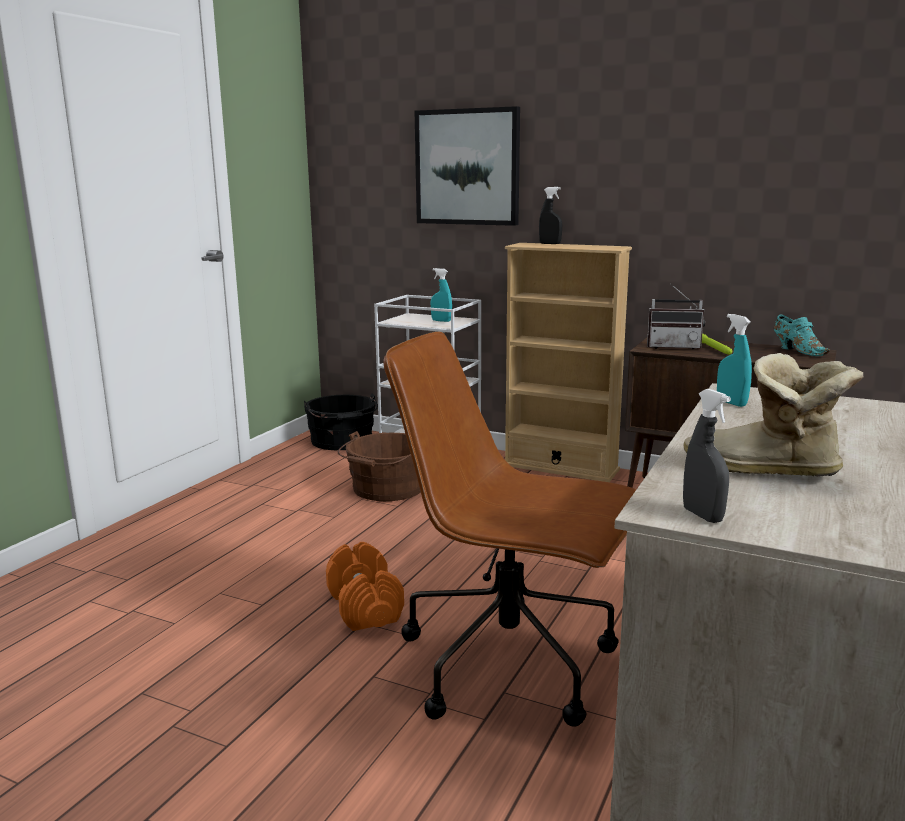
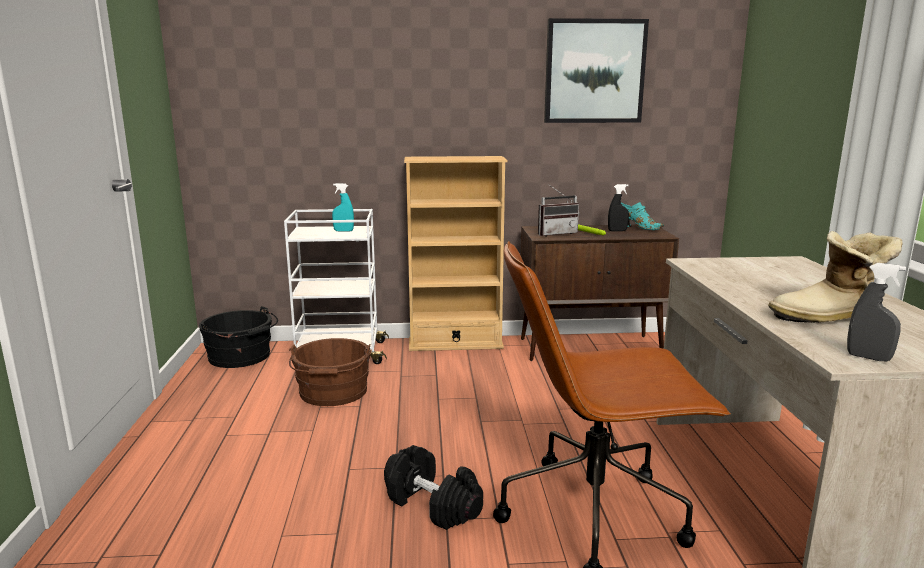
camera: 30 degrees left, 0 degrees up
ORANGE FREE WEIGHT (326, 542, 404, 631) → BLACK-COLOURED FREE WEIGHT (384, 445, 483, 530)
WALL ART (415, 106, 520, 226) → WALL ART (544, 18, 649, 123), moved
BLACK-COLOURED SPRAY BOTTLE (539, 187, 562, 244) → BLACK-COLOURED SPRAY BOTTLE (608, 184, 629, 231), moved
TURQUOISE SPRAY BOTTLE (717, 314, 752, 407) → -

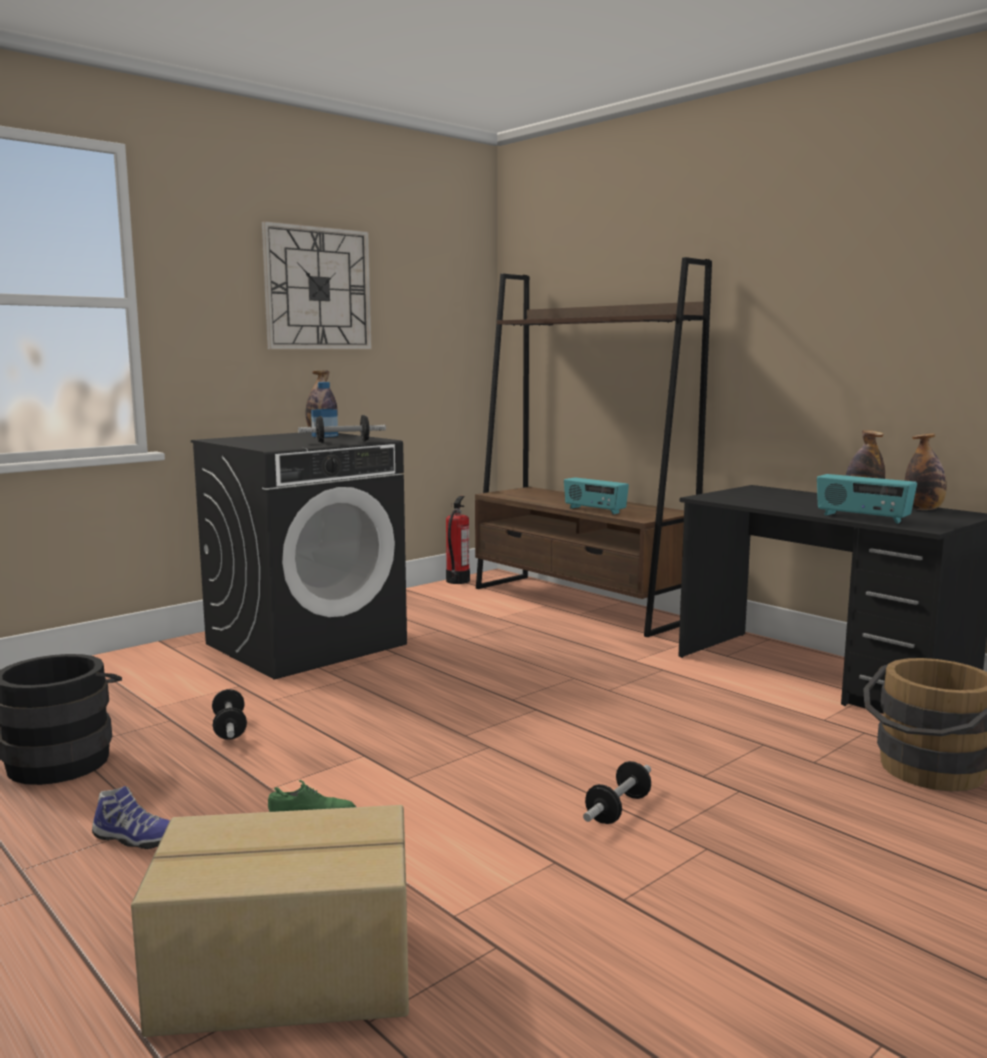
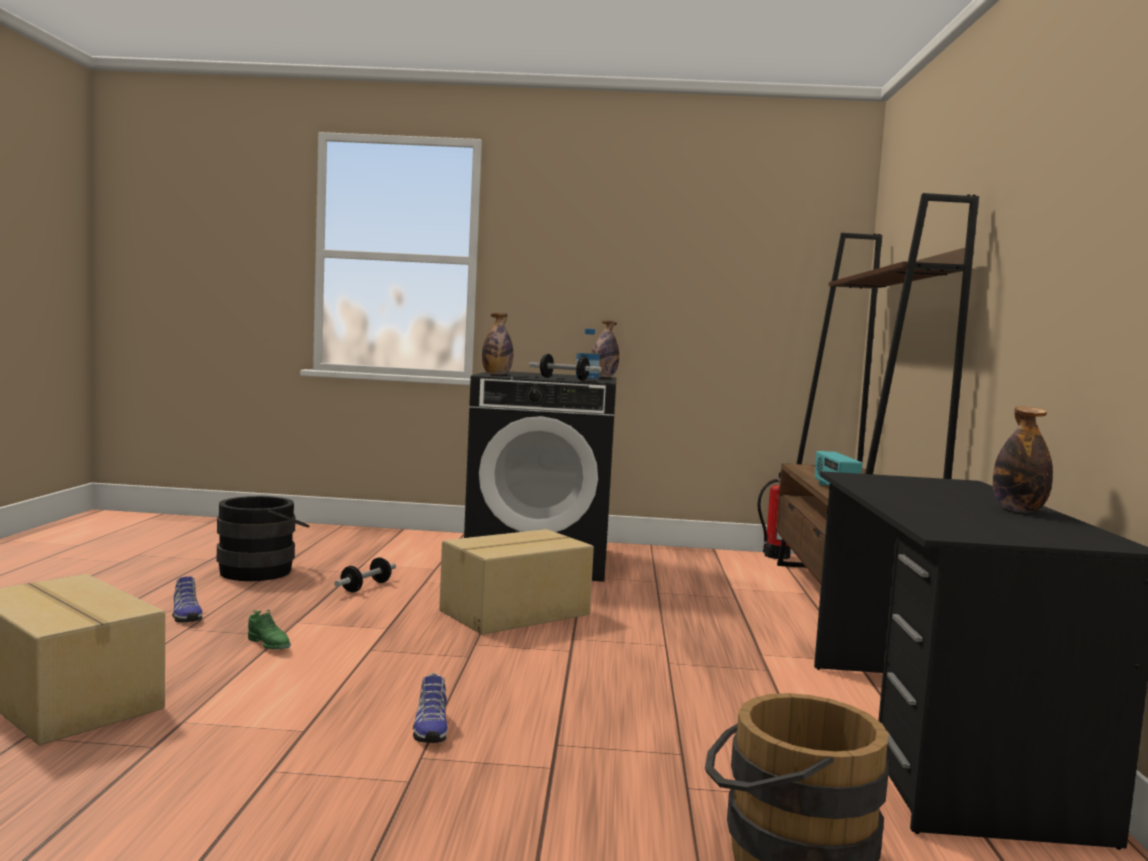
camera: 45 degrees right, 5 degrees down
HANGING CLOCK (262, 221, 371, 349) → -
FREE WEIGHT (583, 761, 651, 824) → ITEM OF FOOTWEAR (413, 673, 448, 743)
RADIO SET (817, 474, 917, 524) → -
BEVERAGE BOTTLE (905, 433, 946, 510) → BEVERAGE BOTTLE (482, 313, 513, 375), moved
- → CARTON (439, 529, 594, 635)

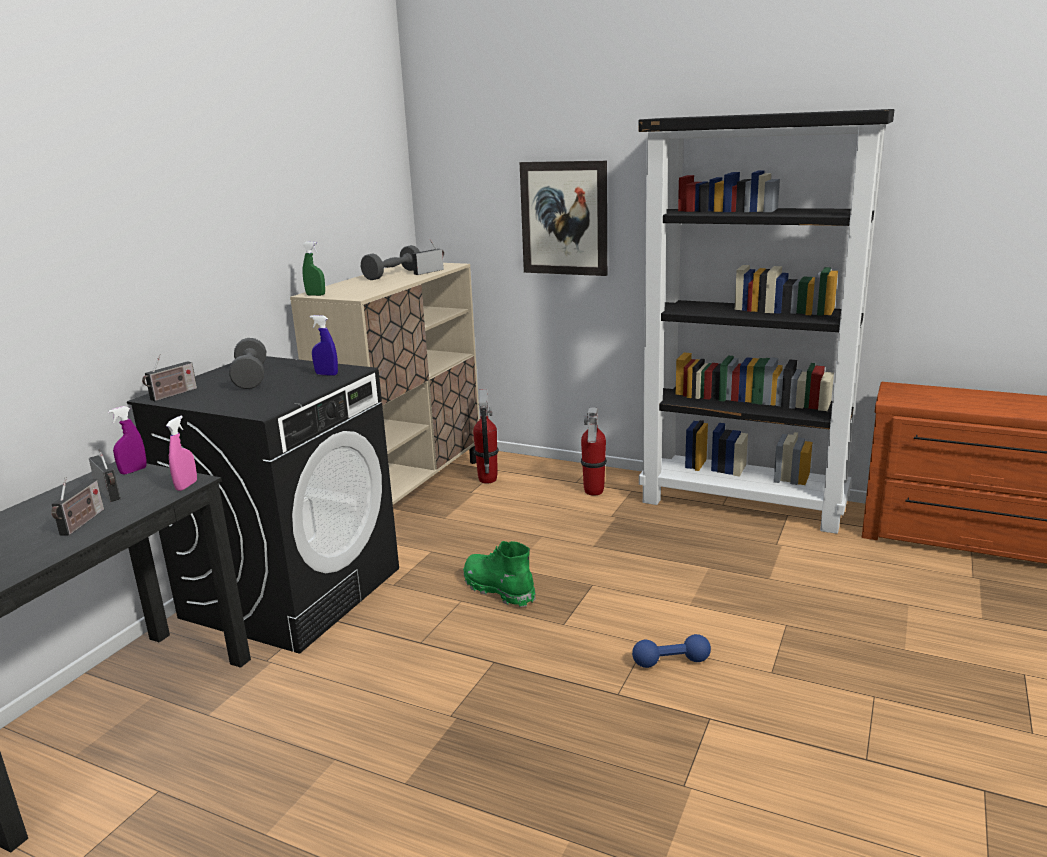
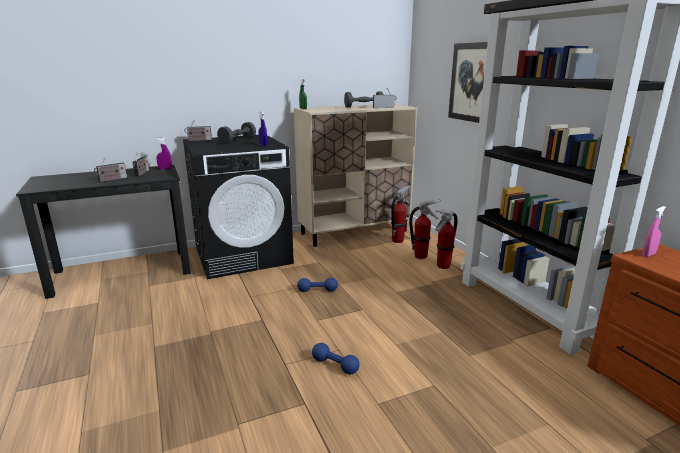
camera: 40 degrees right, 0 degrees up
PINK SPRAY BOTTLE (166, 416, 197, 491) → PINK SPRAY BOTTLE (642, 206, 666, 257), moved
GREEN-COLOURED HIGH-TOP BOOT (463, 541, 536, 607) → BLUE-COLOURED FREE WEIGHT (297, 278, 338, 292)
- → EXTINGUISHER (409, 199, 441, 259)

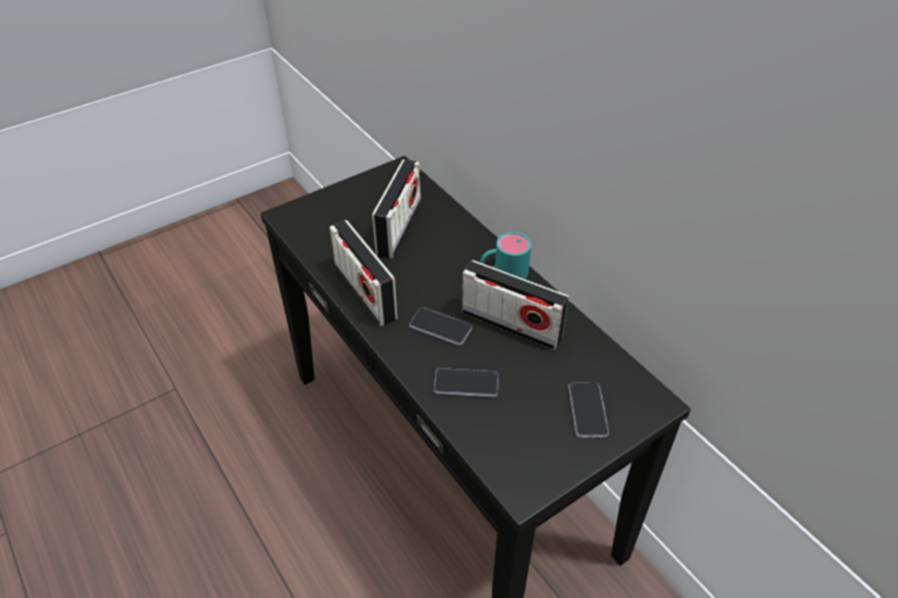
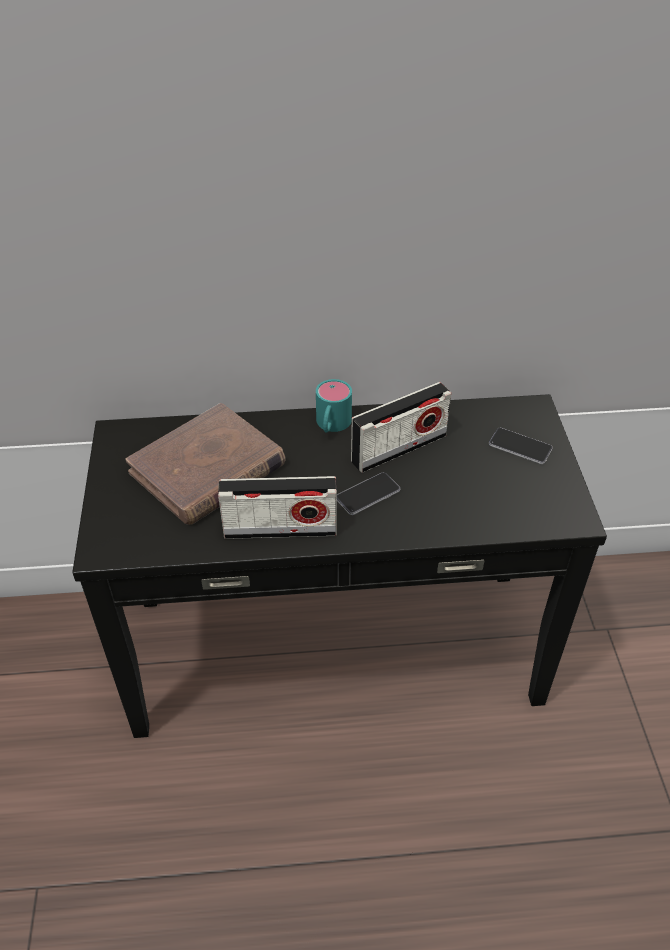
camera: 60 degrees left, 0 degrees up
RADIO SET (371, 159, 421, 258) → BROWN VOLUME (125, 403, 286, 525)
PHONE (434, 368, 499, 397) → -

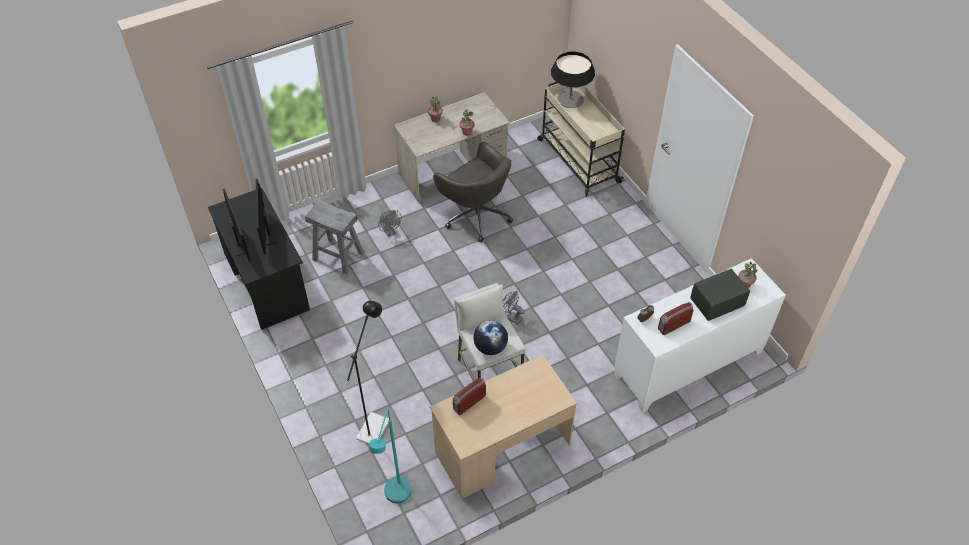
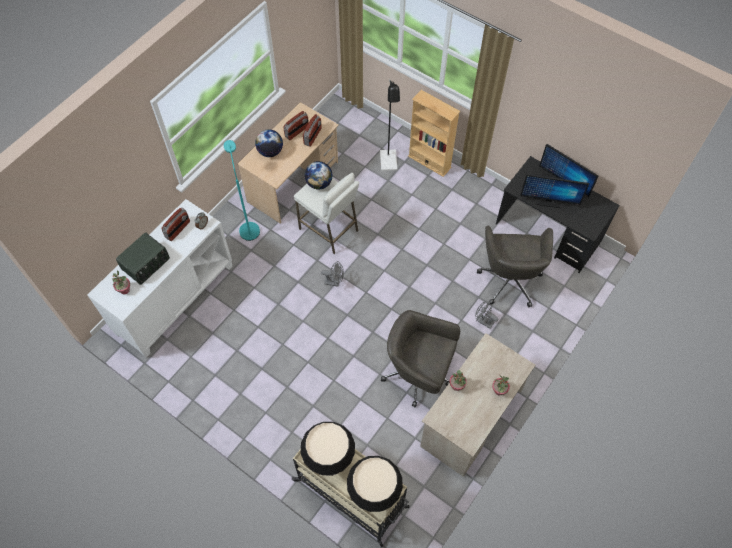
camera: 155 degrees right, 10 degrees up
COMPUTER SCREEN (255, 179, 277, 255) → COMPUTER SCREEN (520, 174, 589, 208), 135 degrees clockwise
GREY SITTING STOOL (305, 199, 364, 275) → GREY DESK CHAIR (477, 226, 553, 307)
TURQUOISE FLOOR LAMP (369, 409, 411, 503) → TURQUOISE FLOOR LAMP (224, 140, 260, 241), moved
- → GLOBE (255, 129, 283, 157)
- → RADIO SET (283, 111, 309, 140)
- → LAMP FOR A TABLE (301, 422, 355, 476)
- → SAND-COLOURED BOOKSHELF (408, 90, 460, 177)

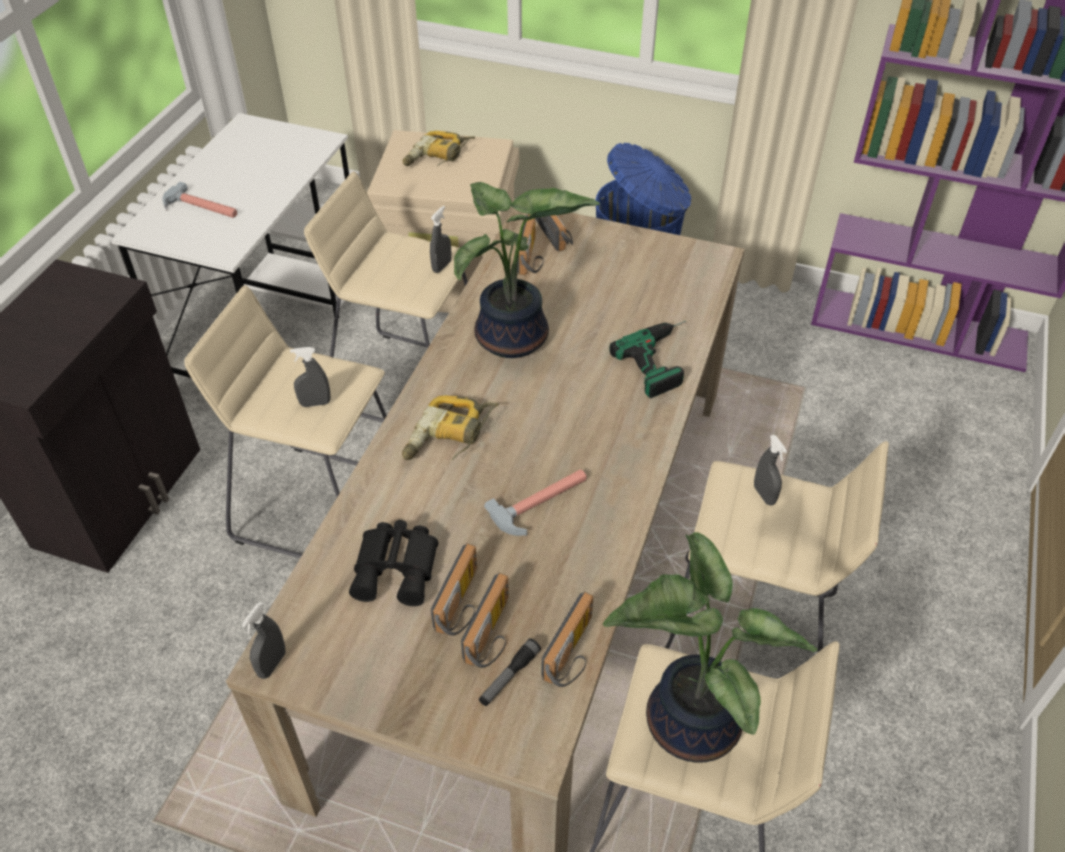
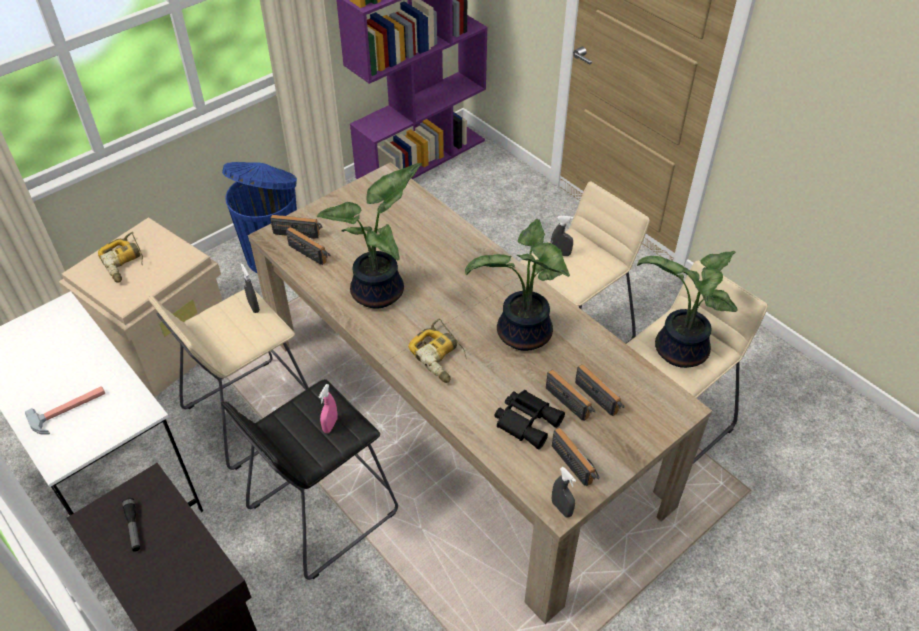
camera: 60 degrees left, 0 degrees up
SAND-COLOURED SITTING STOOL (184, 285, 387, 558) → BLACK-COLOURED SITTING STOOL (221, 379, 398, 580)
GREY SPRAY BOTTLE (290, 347, 330, 407) → PINK SPRAY BOTTLE (319, 384, 338, 433)
FLASHLIGHT (479, 638, 541, 706) → FLASHLIGHT (122, 498, 140, 552), moved
TOOL HAMMER (484, 469, 587, 536) → HOUSEPLANT (465, 219, 570, 351)
RADIO SET (541, 592, 593, 687) → RADIO SET (552, 428, 599, 486), moved
POWER DRILL (610, 321, 686, 398) → -

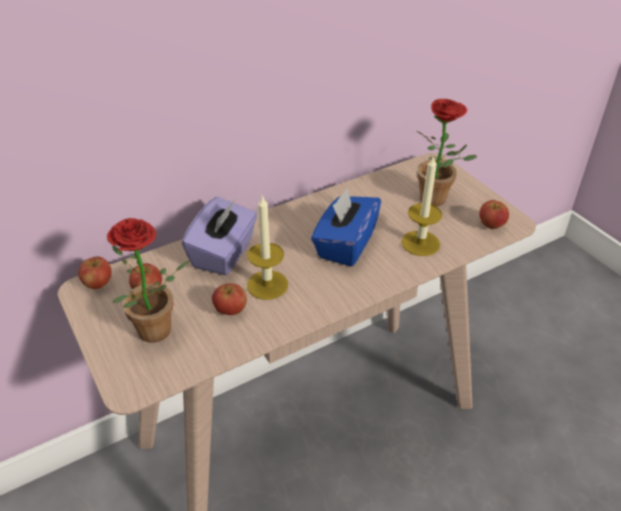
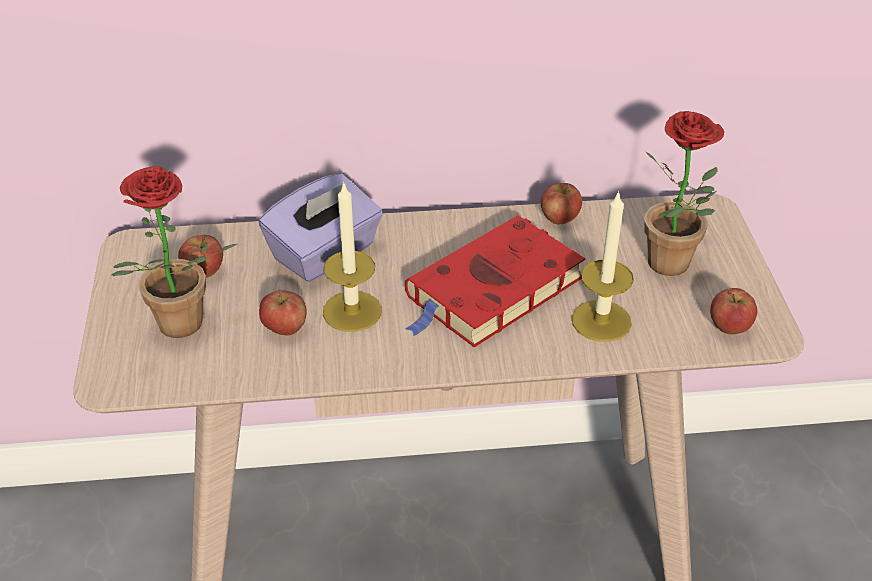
camera: 25 degrees right, 0 degrees up
WHOLE APPLE (78, 257, 112, 289) → WHOLE APPLE (541, 183, 582, 224), moved
BLUE-COLOURED TISSUE HOLDER (311, 188, 381, 267) → REDDISH VOLUME (405, 215, 585, 347)

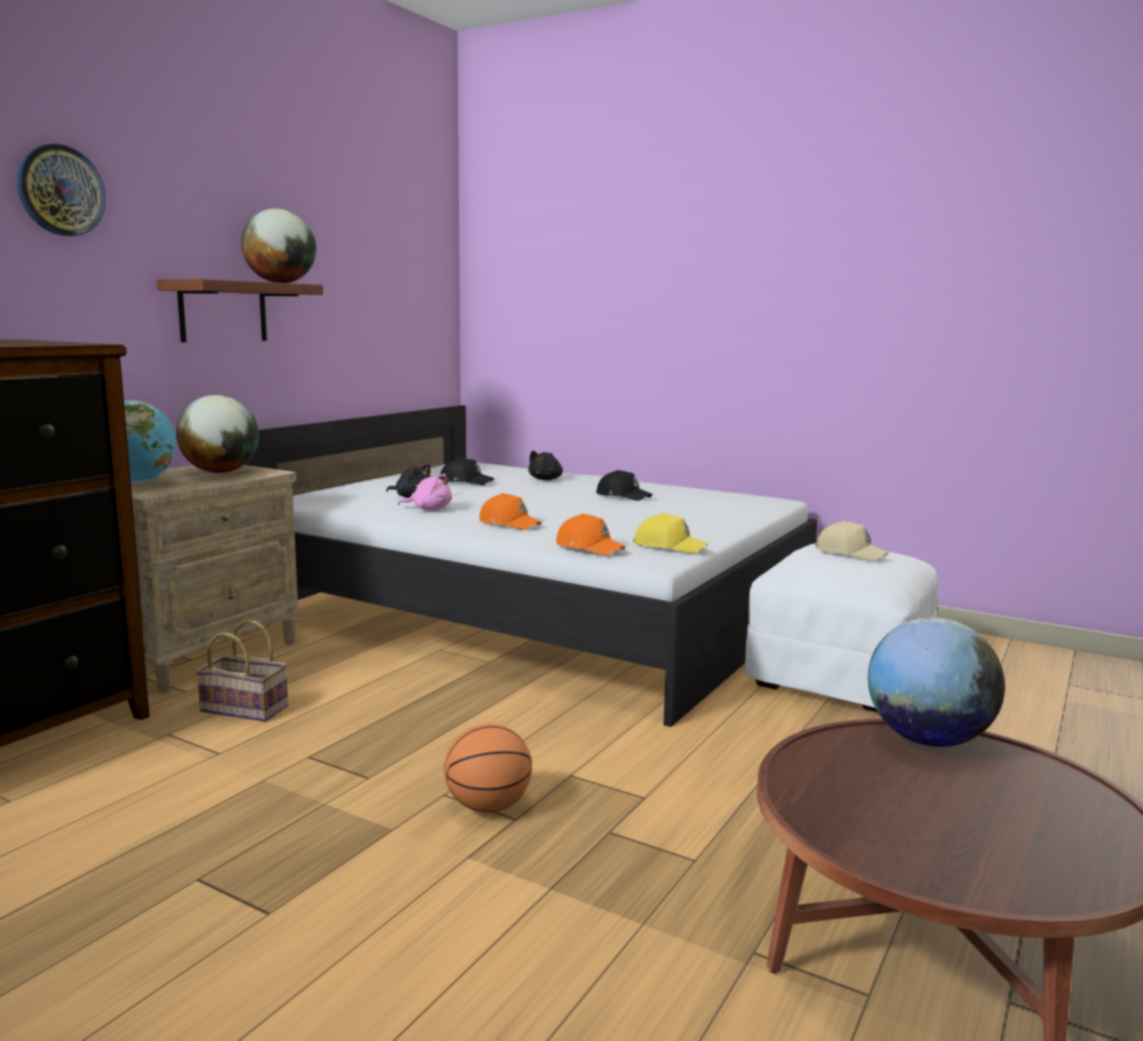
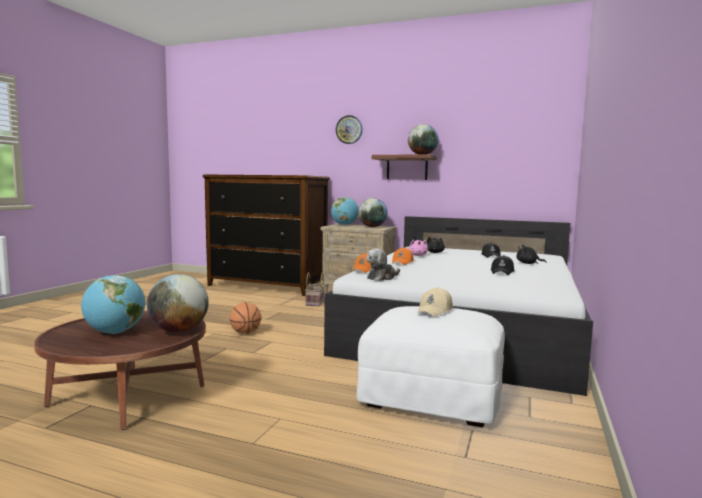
camera: 80 degrees right, 5 degrees down
YELLOW PEAKED CAP (633, 513, 708, 553) → CUDDLY TOY (366, 249, 400, 281)
- → GLOBE (81, 275, 145, 334)

